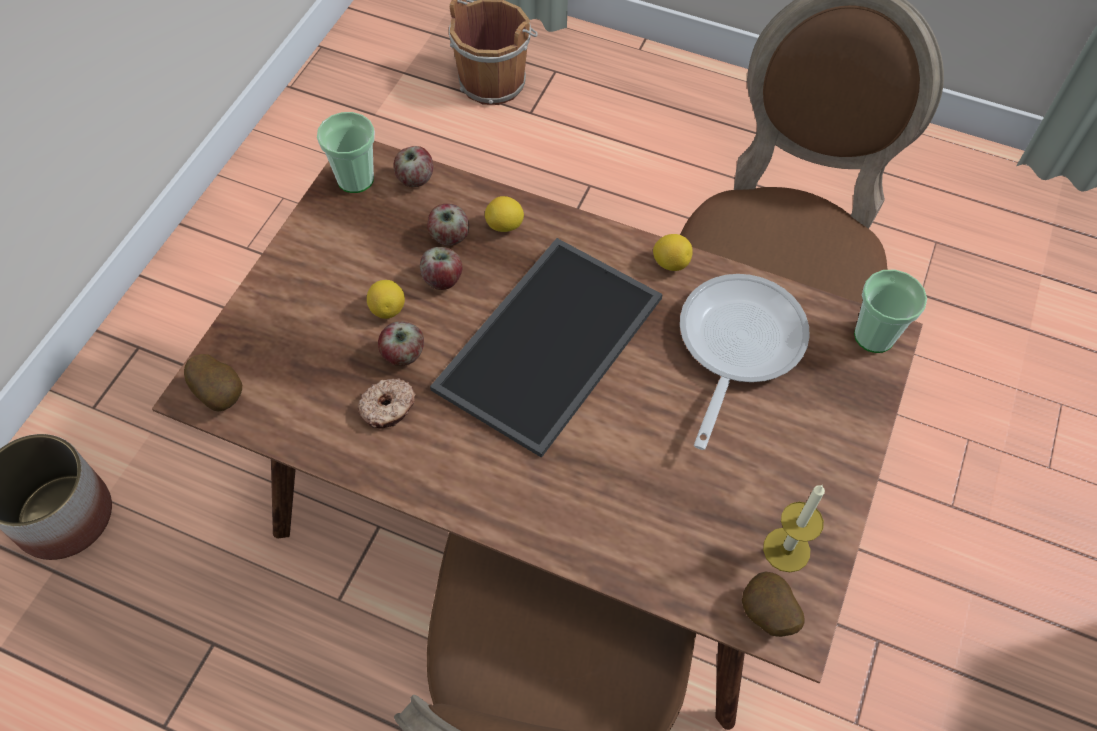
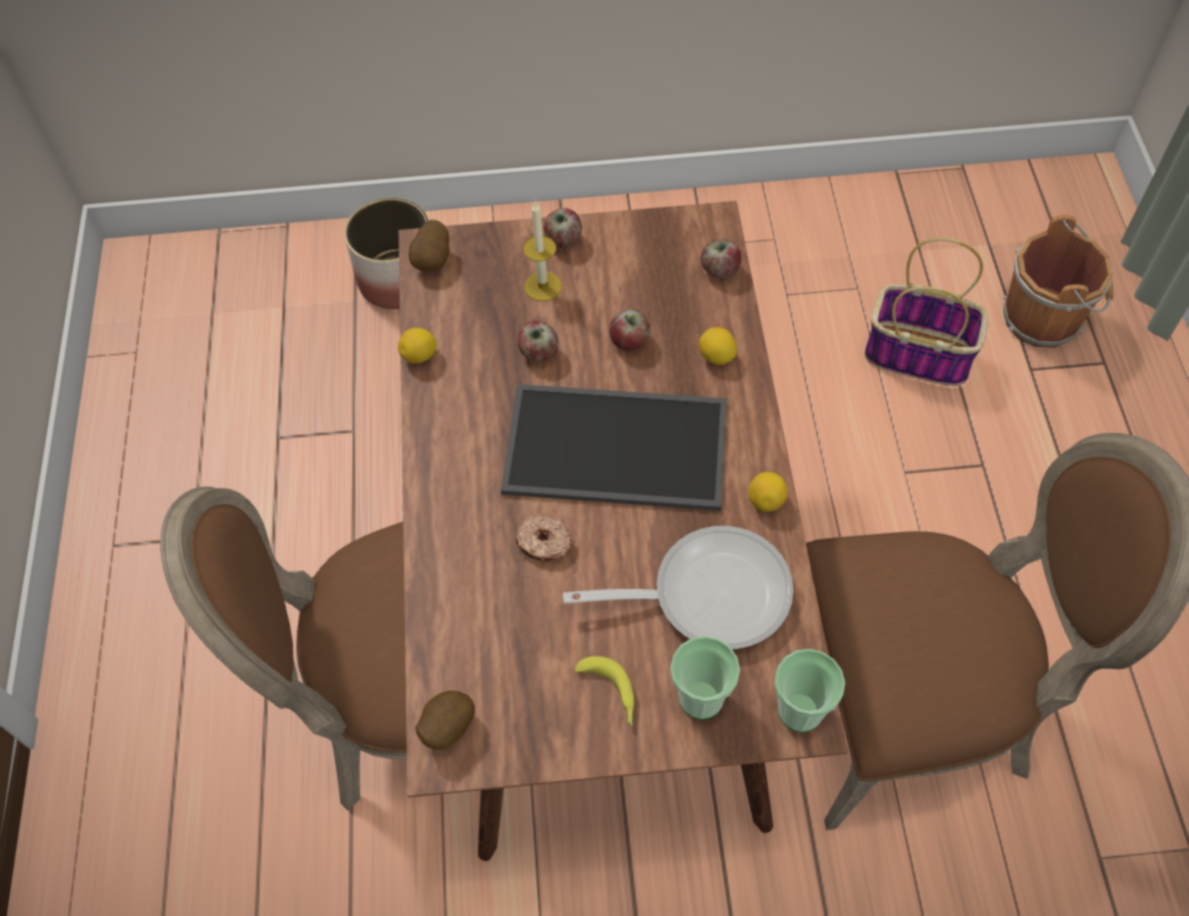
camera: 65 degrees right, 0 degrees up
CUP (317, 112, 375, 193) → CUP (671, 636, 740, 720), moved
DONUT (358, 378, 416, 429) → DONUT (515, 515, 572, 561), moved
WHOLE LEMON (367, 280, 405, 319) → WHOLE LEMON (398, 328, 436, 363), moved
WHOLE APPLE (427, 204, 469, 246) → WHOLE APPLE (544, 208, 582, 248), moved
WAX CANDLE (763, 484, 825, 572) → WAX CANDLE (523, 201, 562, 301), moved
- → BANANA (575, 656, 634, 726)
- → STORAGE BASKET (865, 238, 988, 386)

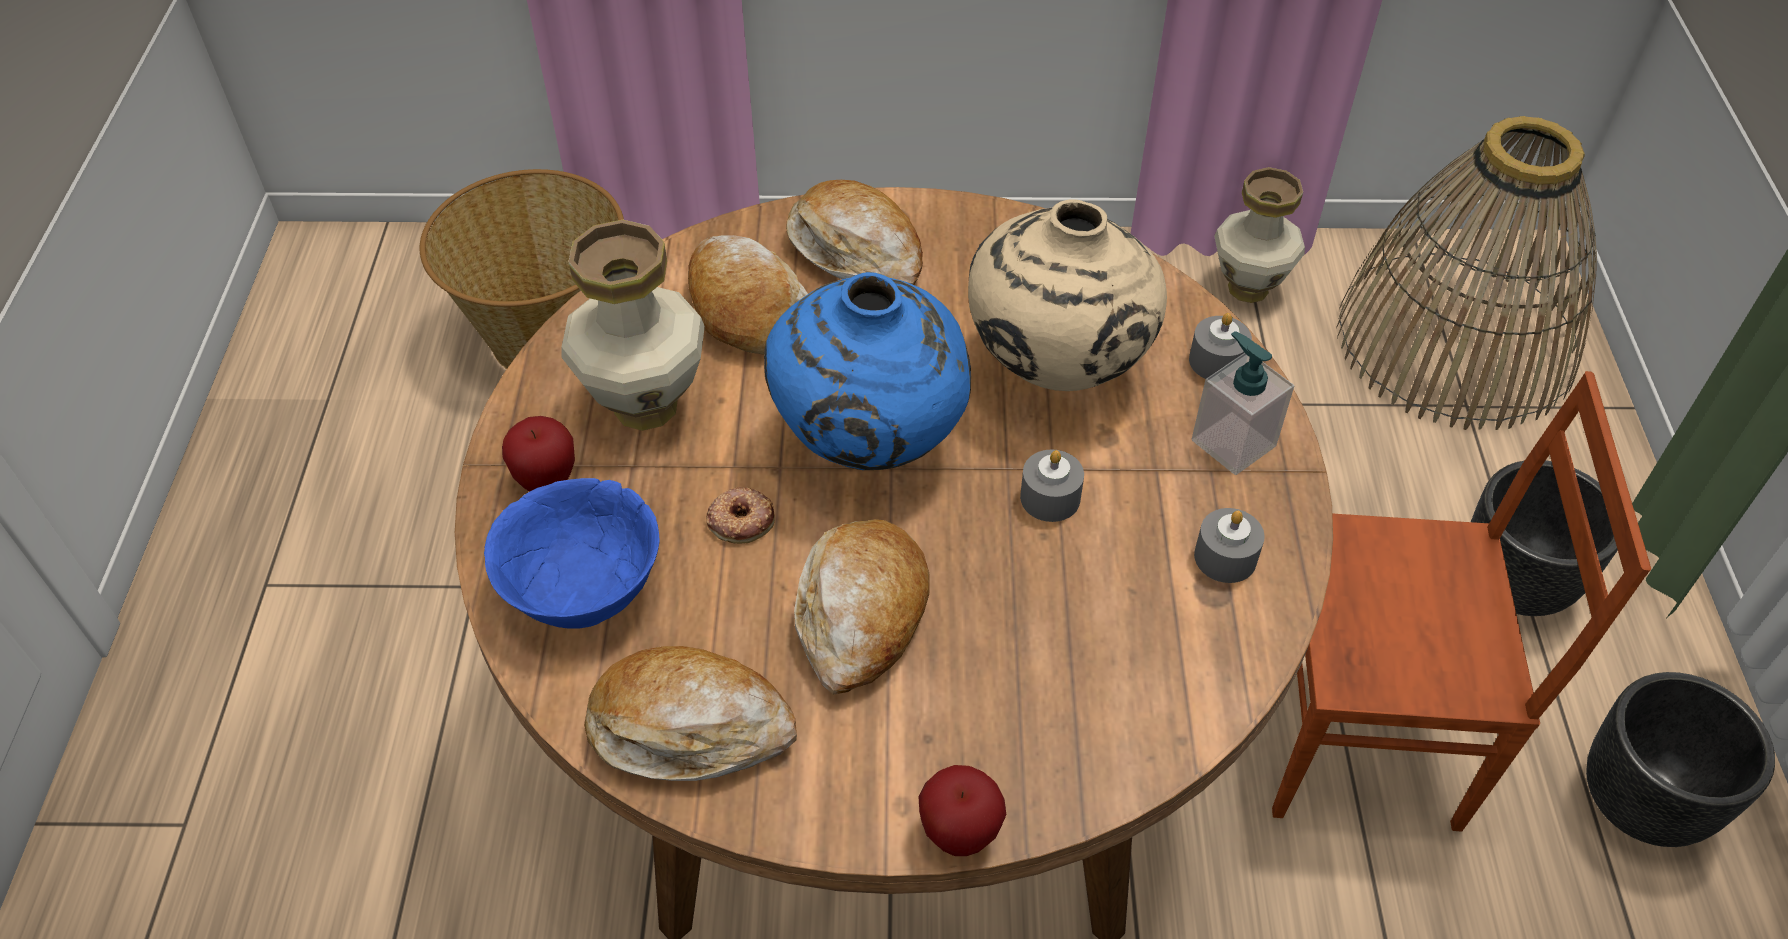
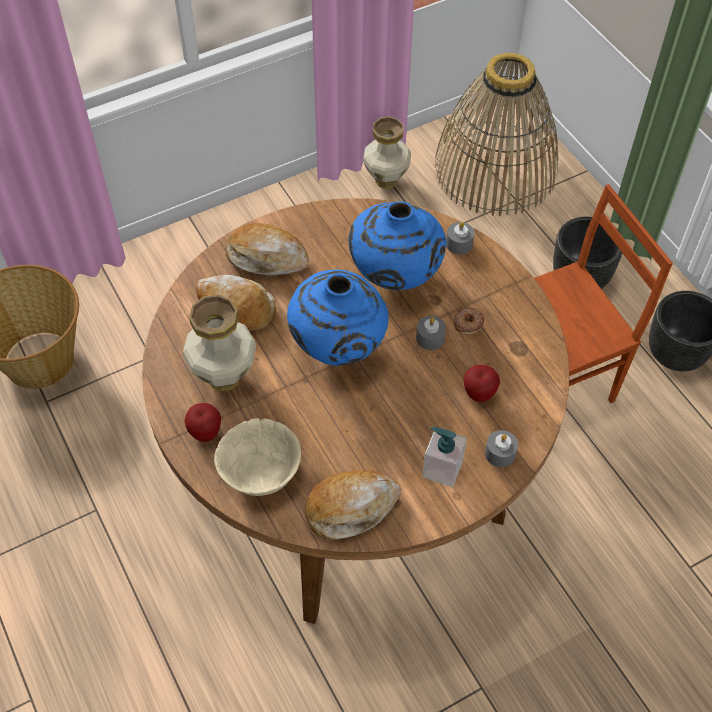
camera: 30 degrees left, 5 degrees up
BLUE-COLOURED SERVING BOWL (484, 478, 660, 629) → SAND-COLOURED SERVING BOWL (214, 418, 301, 496)
DONUT (706, 487, 775, 544) → DONUT (454, 307, 484, 335), moved
BREAD (794, 519, 930, 695) → -
WHOLE APPLE (918, 765, 1006, 856) → WHOLE APPLE (463, 365, 500, 402), moved
SAND-COLOURED VASE (968, 199, 1167, 391) → BLUE-COLOURED VASE (348, 201, 446, 290)
LIQUID SOAP BOTTLE (1192, 331, 1294, 475) → LIQUID SOAP BOTTLE (422, 427, 467, 487), moved
GREY WAX CANDLE (1194, 508, 1265, 583) → GREY WAX CANDLE (485, 430, 518, 467), moved

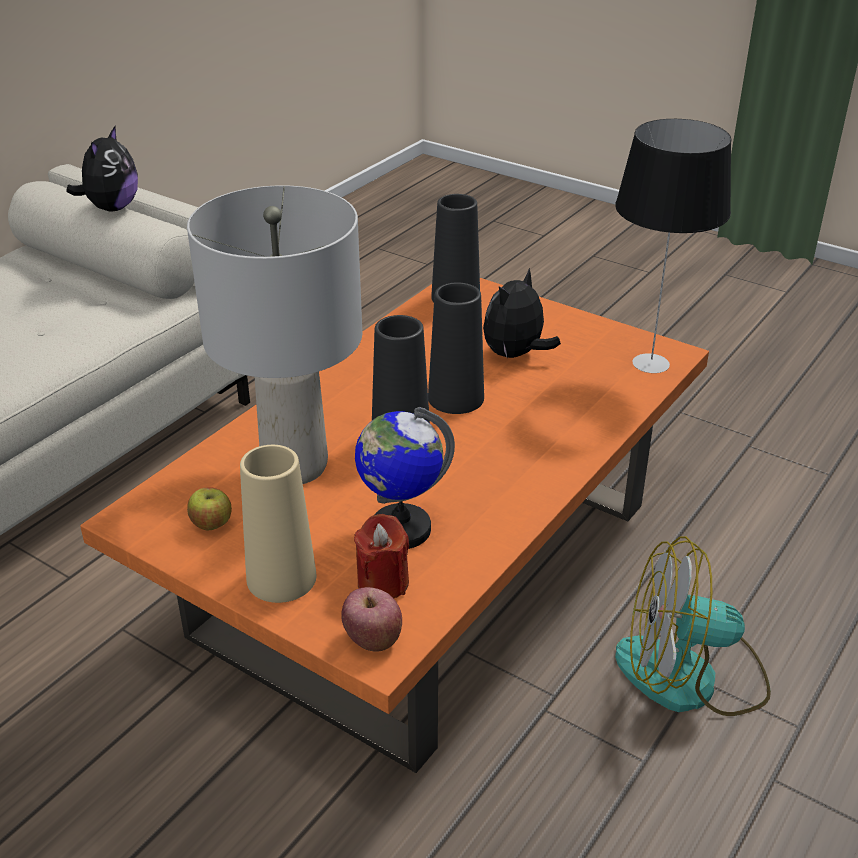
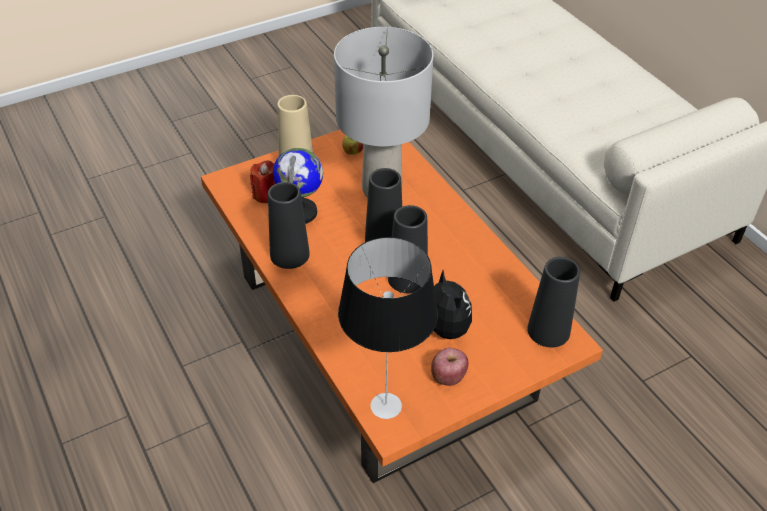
camera: 115 degrees right, 10 degrees up
CUDDLY TOY (66, 125, 138, 211) → -
WHOLE APPLE (341, 587, 402, 652) → WHOLE APPLE (431, 348, 468, 386), moved
FAN (615, 536, 771, 716) → -
- → BLACK-COLOURED VASE (268, 182, 310, 269)

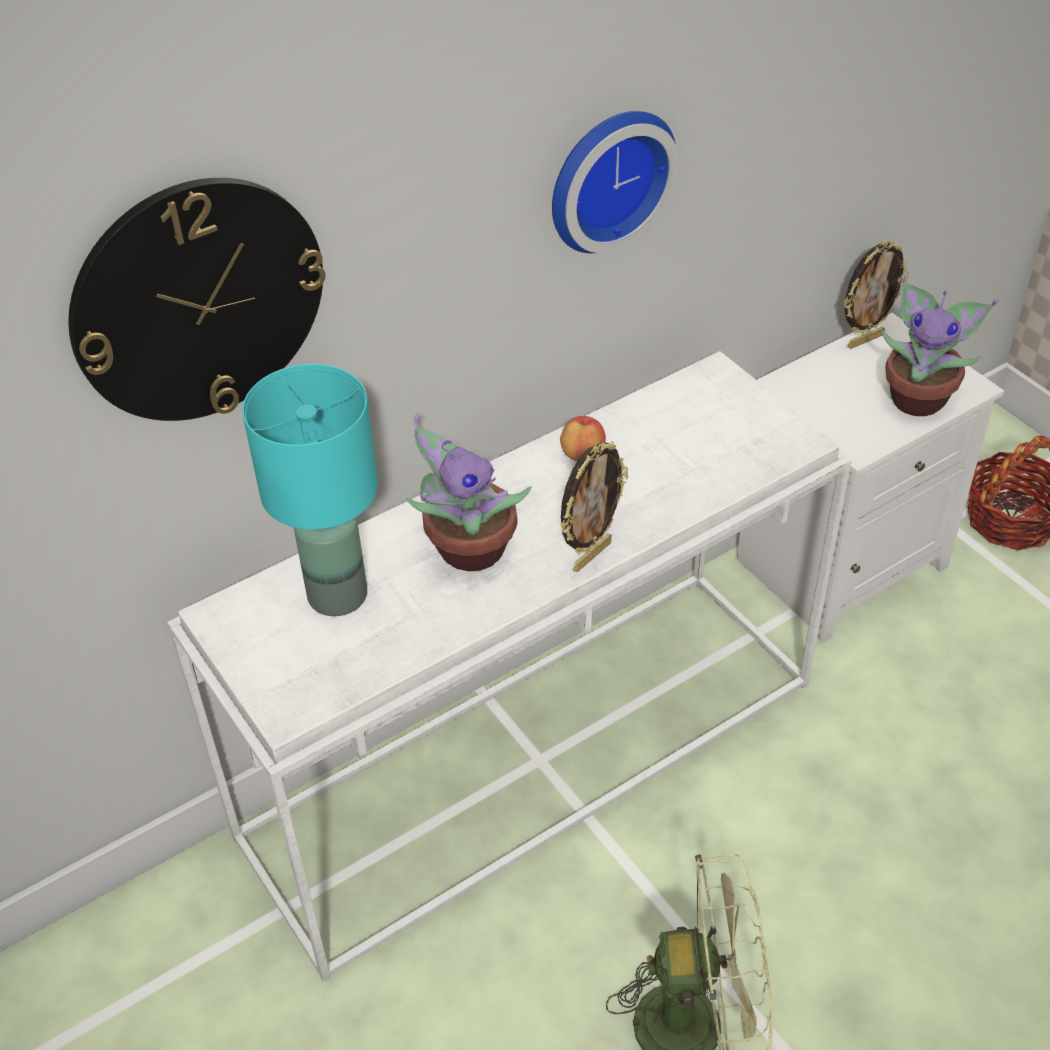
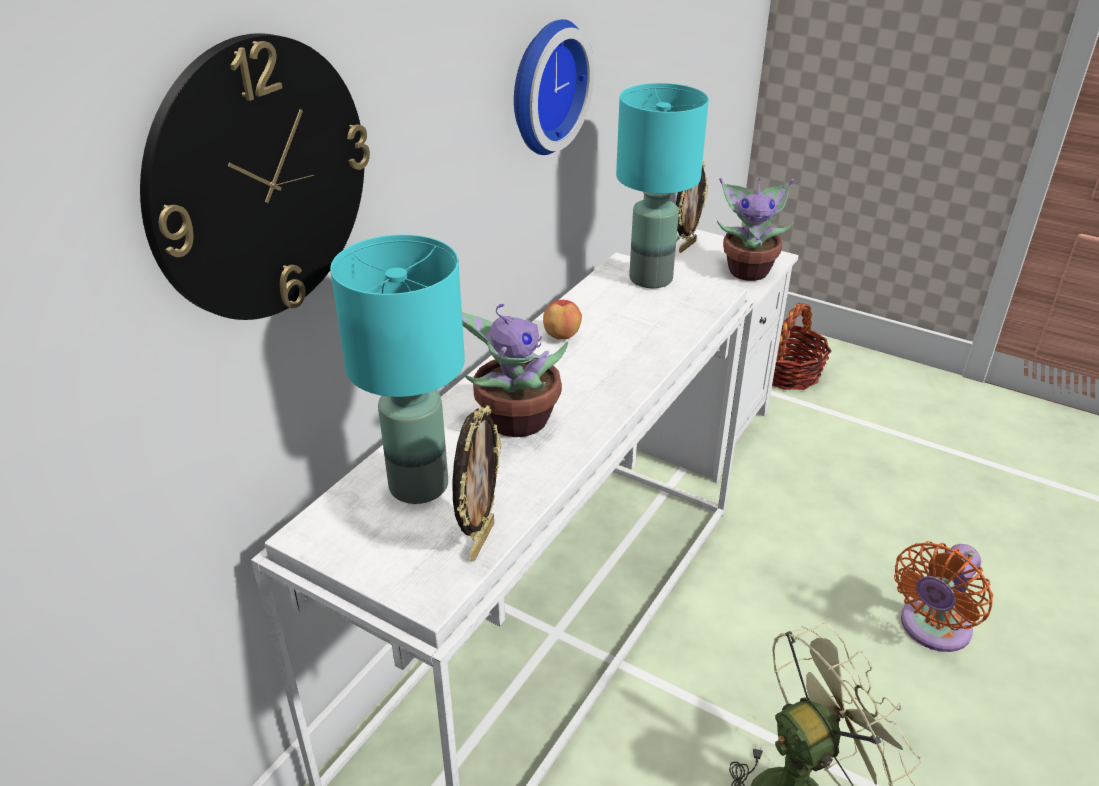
camera: 25 degrees left, 10 degrees down
PICTURE FRAME (560, 441, 628, 572) → PICTURE FRAME (452, 405, 501, 561), moved
- → TURQUOISE LAMP FOR A TABLE (616, 83, 709, 288)
- → ORANGE FAN (894, 541, 993, 652)

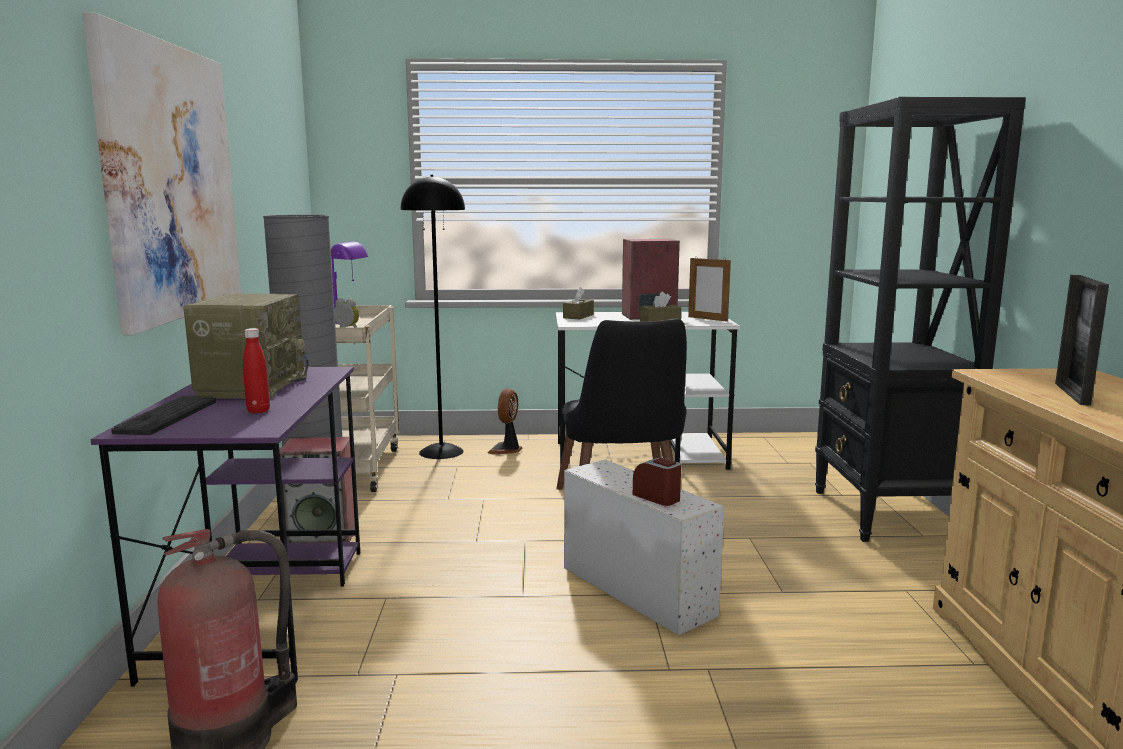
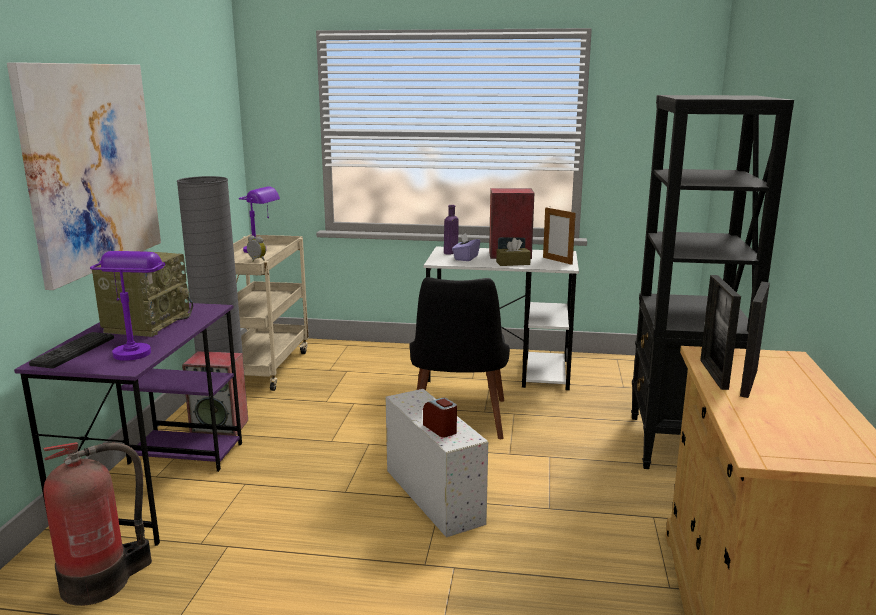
camera: 10 degrees right, 5 degrees up
REDDISH BEVERAGE BOTTLE (243, 328, 270, 414) → PURPLE-COLOURED LAMP FOR A TABLE (90, 251, 165, 361)
BLACK-COLOURED FLOOR LAMP (401, 175, 465, 459) → -
FAN (488, 388, 523, 455) → -
BROWN TISSUE HOLDER (563, 287, 594, 319) → PURPLE-COLOURED BEVERAGE BOTTLE (444, 205, 459, 255)
- → PURPLE-COLOURED TISSUE HOLDER (452, 233, 480, 261)
- → PICTURE FRAME (700, 275, 741, 390)

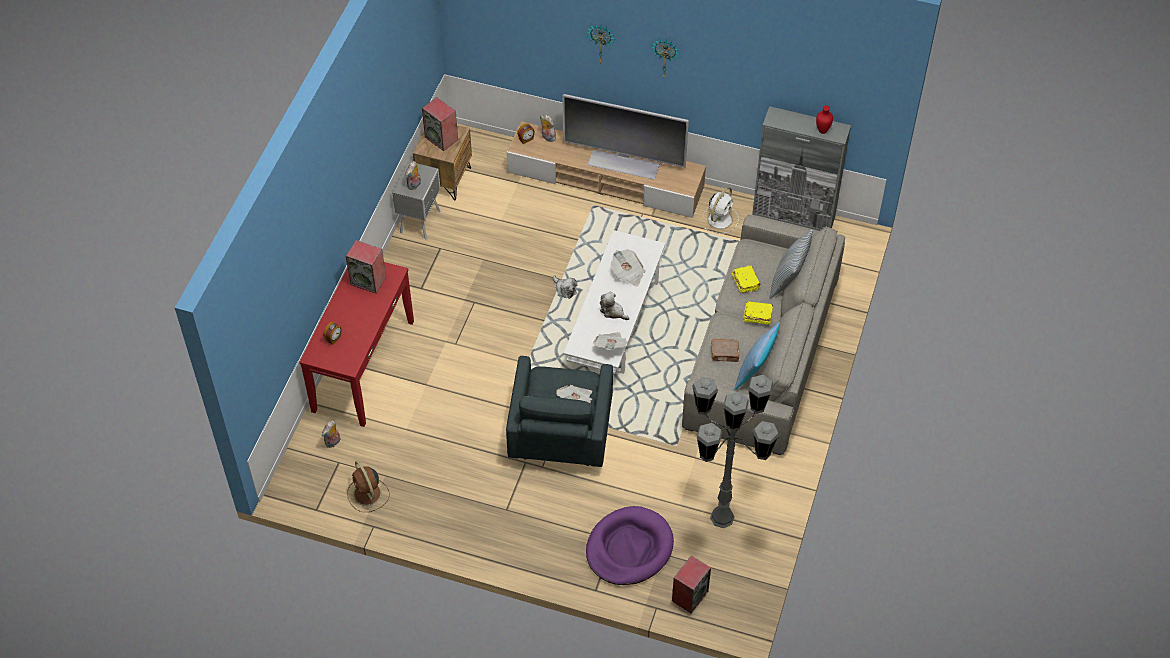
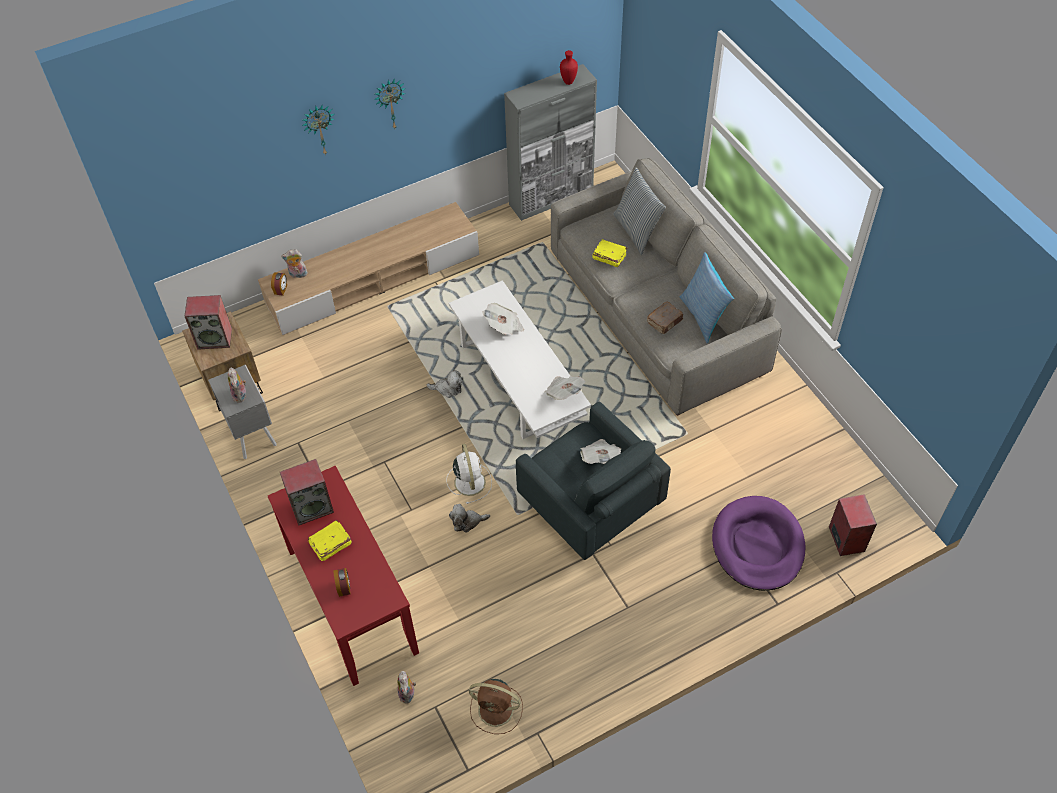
camera: 45 degrees left, 0 degrees up
TV SET (562, 94, 689, 180) → -
CUDDLY TOY (600, 292, 630, 320) → CUDDLY TOY (449, 504, 490, 532), moved
GREY FLOOR LAMP (692, 375, 779, 528) → -
WHITE FAN (703, 187, 739, 234) → WHITE FAN (446, 444, 492, 504), moved
YELLOW VOLUME (743, 301, 773, 325) → YELLOW VOLUME (308, 520, 352, 561), moved

